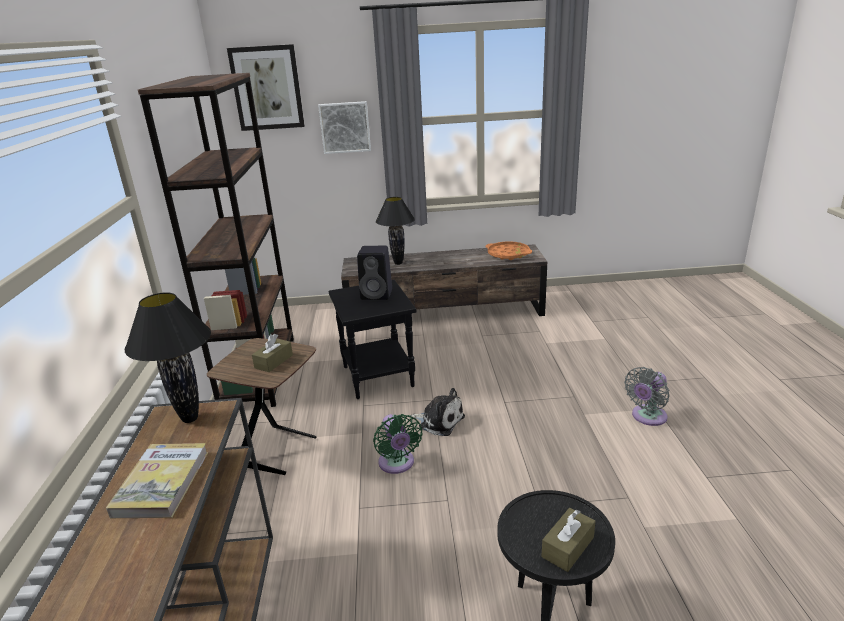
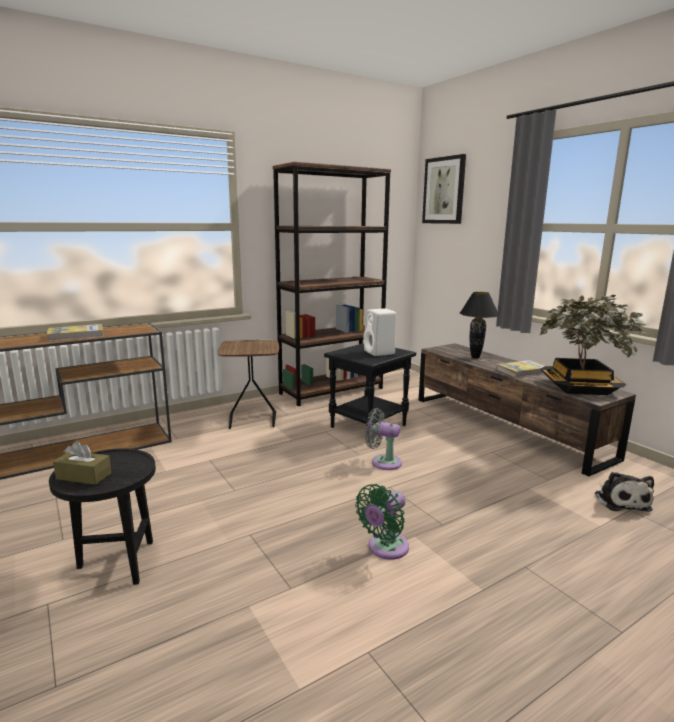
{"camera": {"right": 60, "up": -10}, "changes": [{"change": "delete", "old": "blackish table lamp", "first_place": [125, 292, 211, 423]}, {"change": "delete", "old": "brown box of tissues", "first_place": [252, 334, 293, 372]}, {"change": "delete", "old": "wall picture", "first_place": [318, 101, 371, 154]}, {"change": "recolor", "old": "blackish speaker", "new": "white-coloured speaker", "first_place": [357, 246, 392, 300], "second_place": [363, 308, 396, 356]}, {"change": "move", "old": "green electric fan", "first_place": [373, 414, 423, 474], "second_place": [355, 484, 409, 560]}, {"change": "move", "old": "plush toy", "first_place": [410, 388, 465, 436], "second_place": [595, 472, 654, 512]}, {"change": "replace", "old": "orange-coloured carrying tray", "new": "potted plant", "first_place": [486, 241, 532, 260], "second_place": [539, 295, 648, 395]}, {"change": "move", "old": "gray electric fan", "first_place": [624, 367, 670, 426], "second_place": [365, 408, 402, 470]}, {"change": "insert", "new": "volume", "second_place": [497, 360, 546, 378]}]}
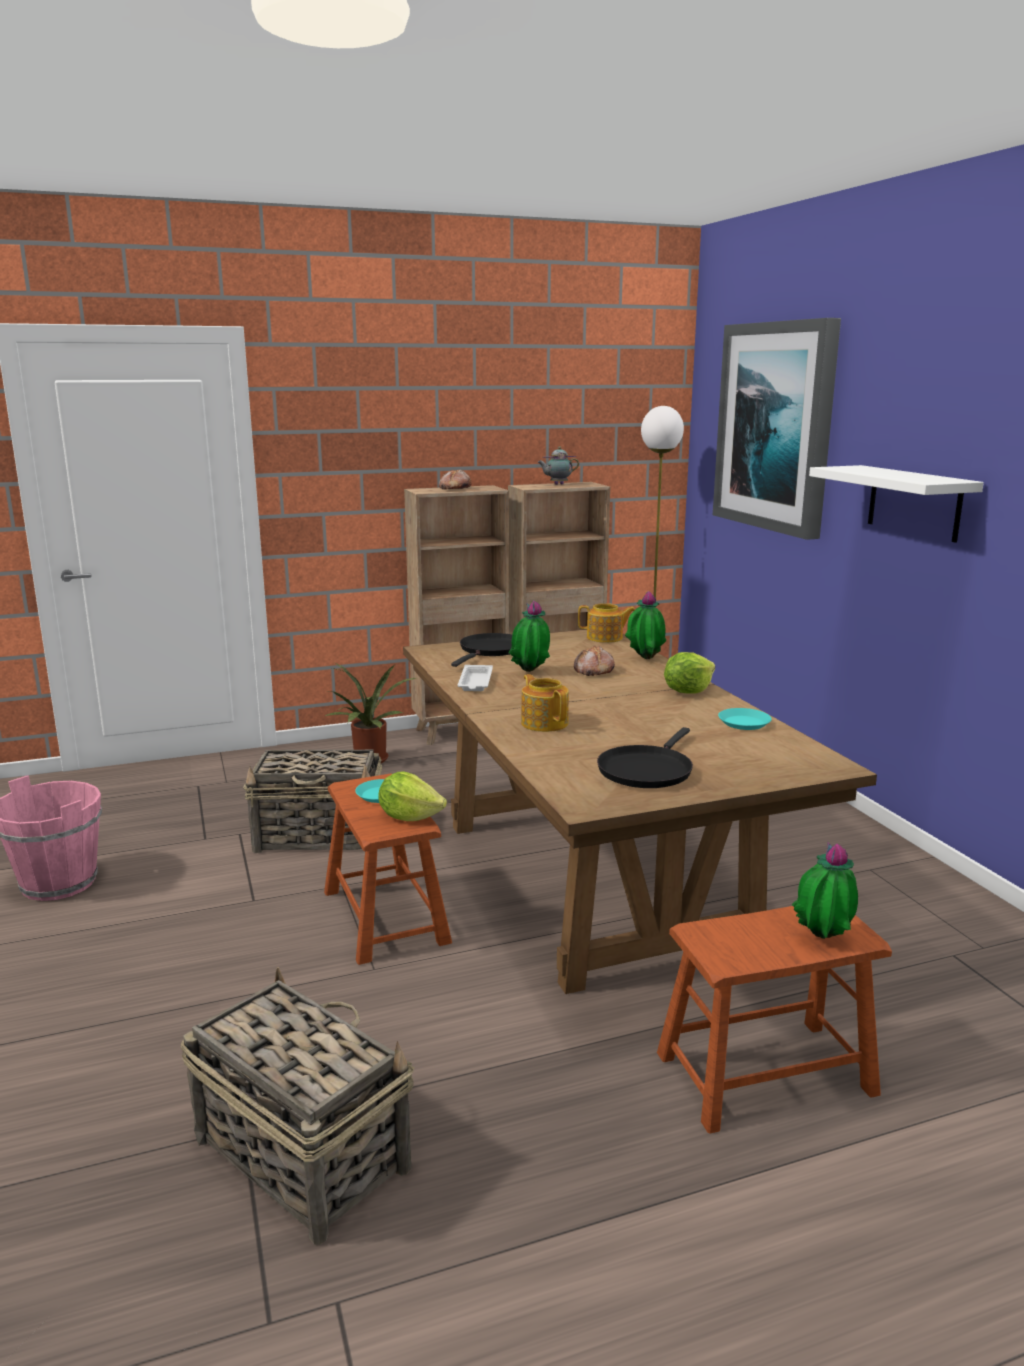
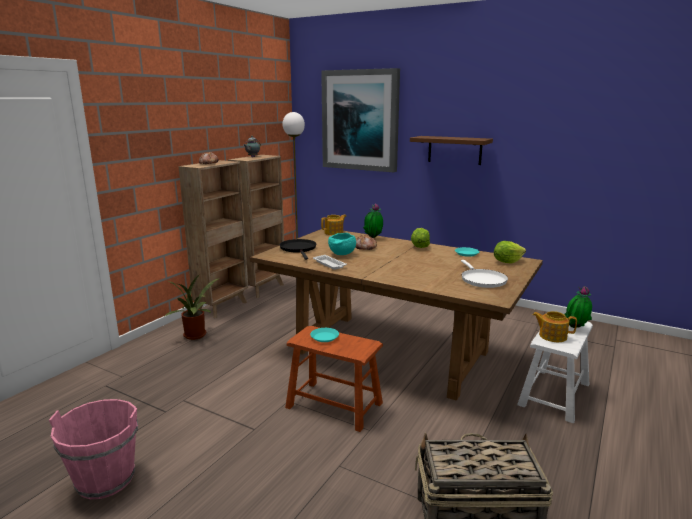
{"camera": {"right": -40, "up": 0}, "changes": [{"change": "delete", "old": "storage basket", "first_place": [243, 750, 382, 853]}, {"change": "move", "old": "lettuce", "first_place": [378, 771, 447, 821], "second_place": [494, 241, 526, 264]}, {"change": "replace", "old": "potted plant", "new": "turquoise bowl", "first_place": [508, 601, 550, 672], "second_place": [328, 233, 356, 255]}, {"change": "move", "old": "pot for tea", "first_place": [521, 674, 569, 732], "second_place": [532, 311, 577, 342]}, {"change": "recolor", "old": "blackish pan", "new": "white-coloured pan", "first_place": [597, 727, 693, 788], "second_place": [461, 260, 508, 288]}, {"change": "recolor", "old": "brown stool seat", "new": "white-coloured stool seat", "first_place": [657, 906, 892, 1134], "second_place": [517, 322, 593, 423]}, {"change": "recolor", "old": "white-coloured shelf", "new": "brown shelf", "first_place": [809, 465, 984, 543], "second_place": [410, 136, 493, 165]}]}
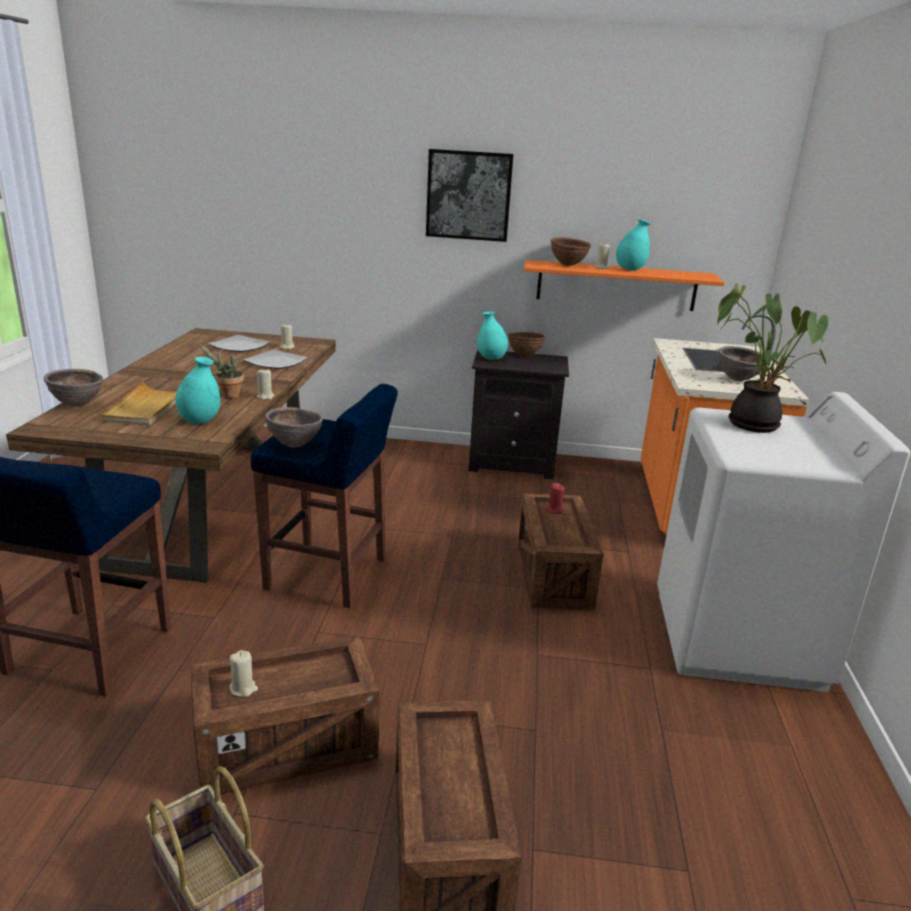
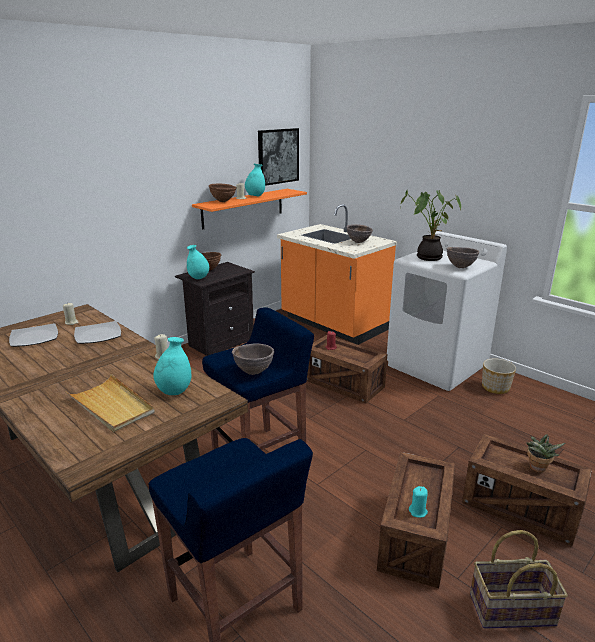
{"camera": {"right": -50, "up": 0}, "changes": [{"change": "move", "old": "brown bowl", "first_place": [44, 369, 103, 407], "second_place": [447, 247, 479, 268]}, {"change": "move", "old": "potted plant", "first_place": [199, 344, 244, 398], "second_place": [526, 434, 565, 473]}, {"change": "recolor", "old": "beige-coloured candle", "new": "turquoise candle", "first_place": [229, 650, 258, 697], "second_place": [409, 486, 428, 518]}, {"change": "move", "old": "wall picture", "first_place": [426, 149, 513, 242], "second_place": [258, 128, 299, 186]}, {"change": "insert", "new": "plant pot", "second_place": [482, 358, 516, 394]}]}
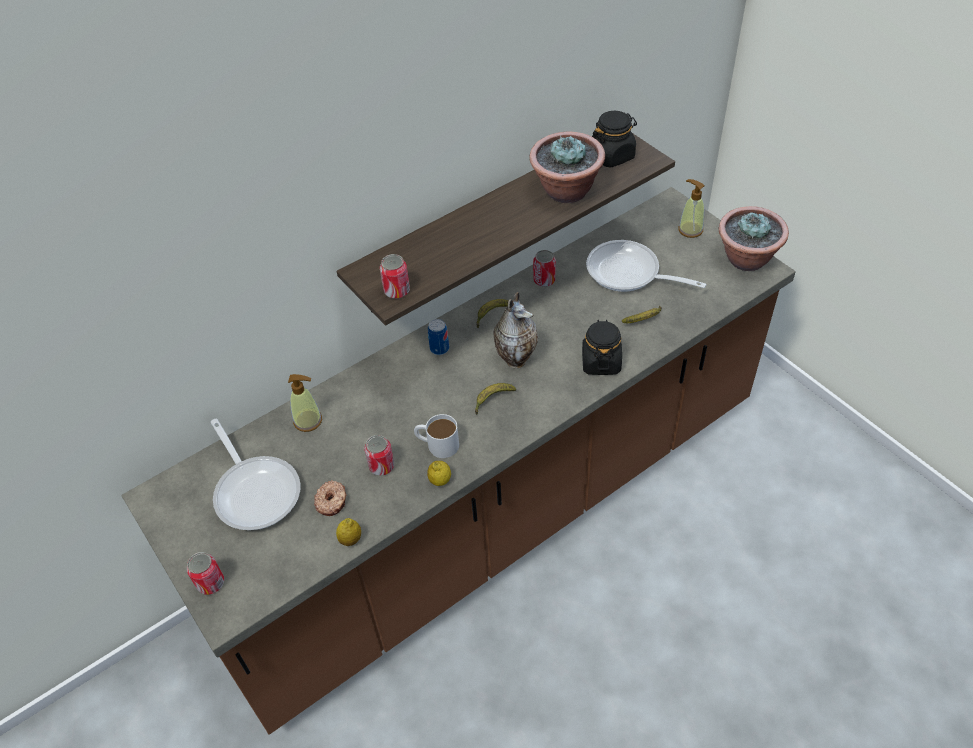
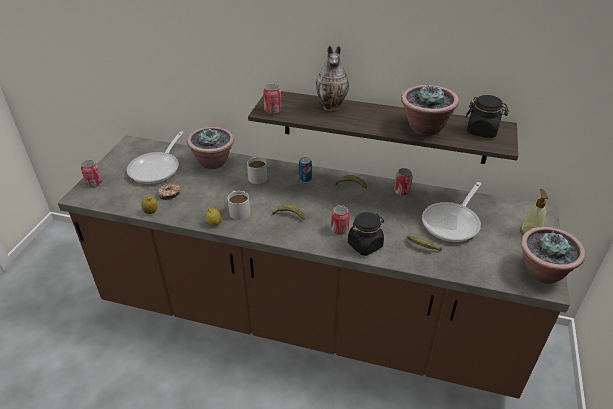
{"camera": {"right": 50, "up": -10}, "changes": [{"change": "replace", "old": "soap bottle", "new": "potted plant", "first_place": [288, 374, 322, 432], "second_place": [187, 127, 234, 169]}, {"change": "move", "old": "metal can", "first_place": [365, 435, 394, 476], "second_place": [331, 205, 350, 235]}, {"change": "move", "old": "decorative vase", "first_place": [494, 292, 538, 369], "second_place": [316, 45, 349, 111]}, {"change": "rotate", "old": "pan", "first_place": [586, 240, 707, 292], "second_place": [422, 182, 481, 242], "degrees": -135}, {"change": "insert", "new": "white-coloured mug", "second_place": [247, 157, 267, 184]}]}
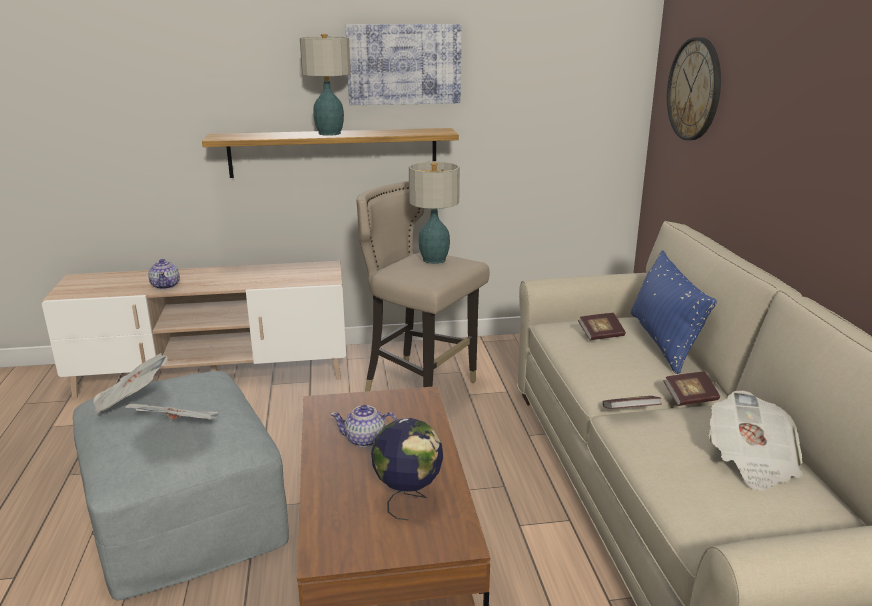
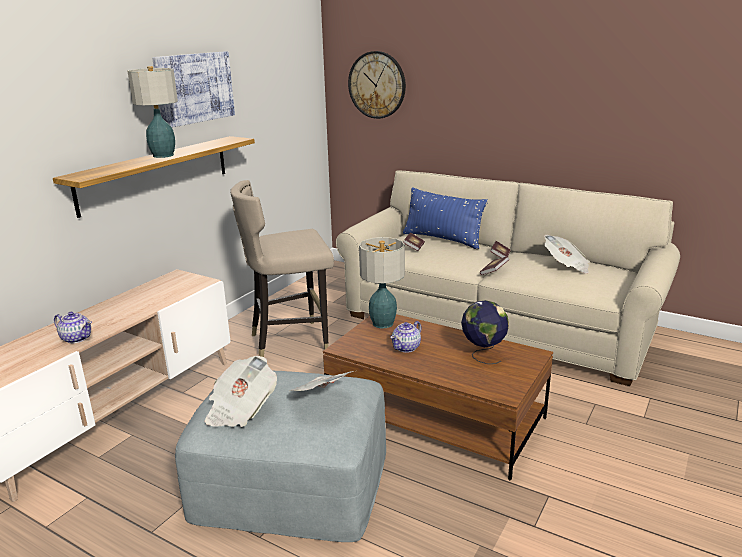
{"camera": {"right": -50, "up": 0}, "changes": [{"change": "move", "old": "table lamp", "first_place": [409, 161, 460, 264], "second_place": [359, 237, 405, 329]}]}
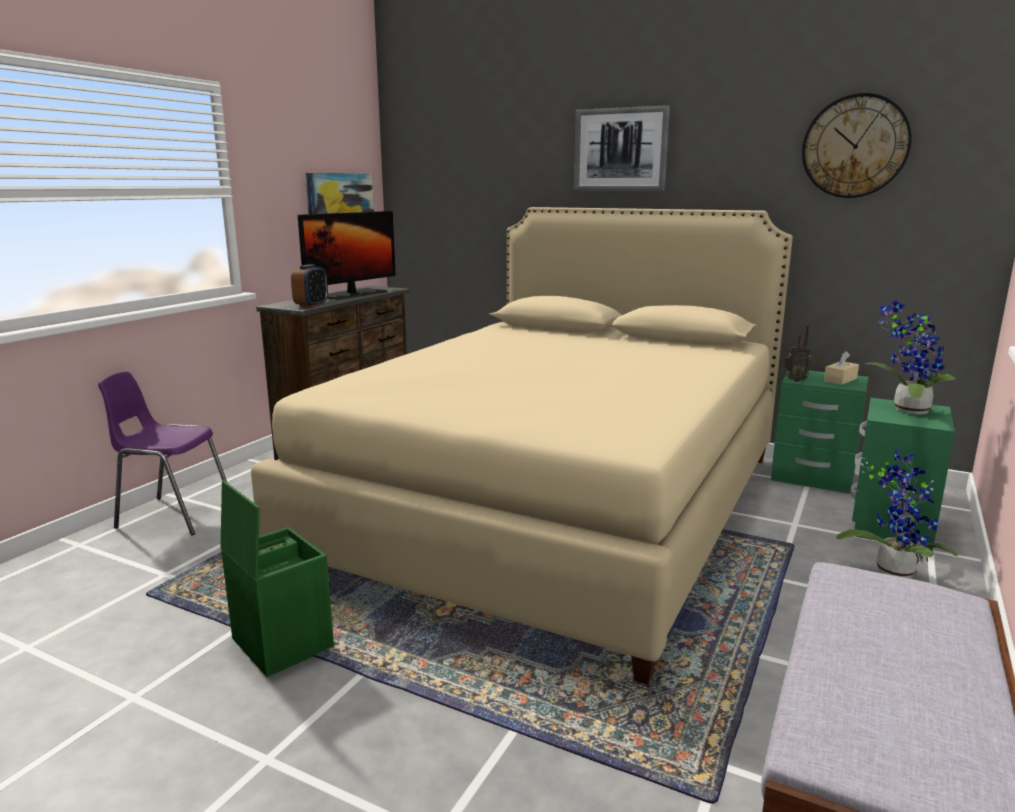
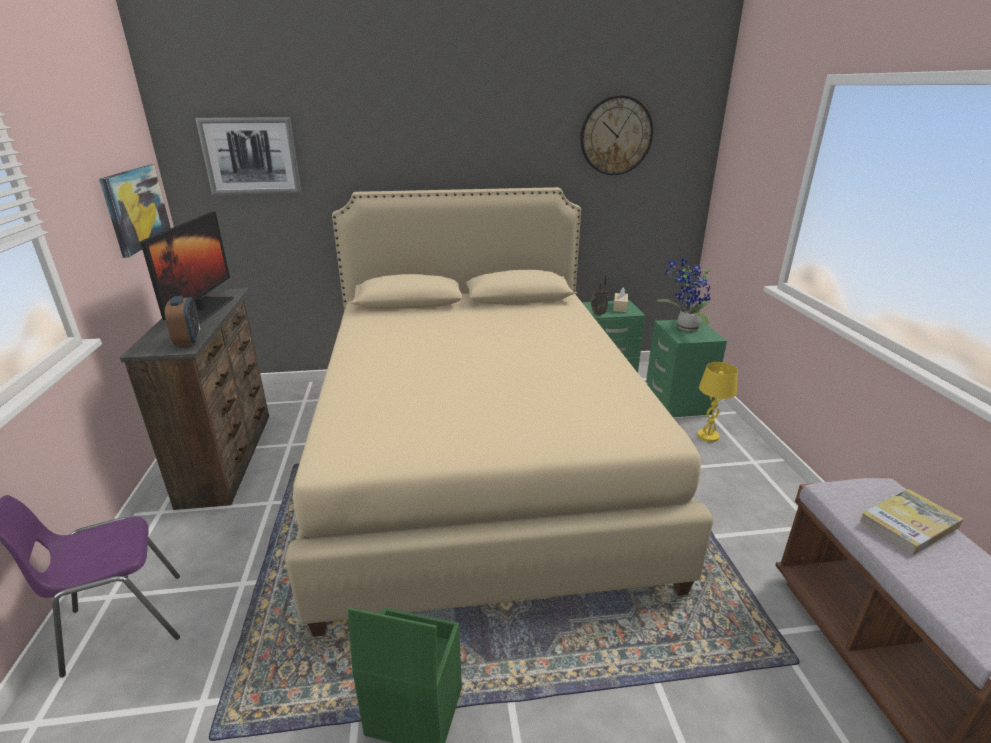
{"camera": {"right": -35, "up": 10}, "changes": [{"change": "move", "old": "wall picture", "first_place": [574, 105, 670, 191], "second_place": [195, 117, 301, 195]}, {"change": "replace", "old": "potted plant", "new": "yellow table lamp", "first_place": [836, 448, 958, 578], "second_place": [697, 362, 738, 442]}, {"change": "insert", "new": "volume", "second_place": [859, 489, 963, 555]}]}
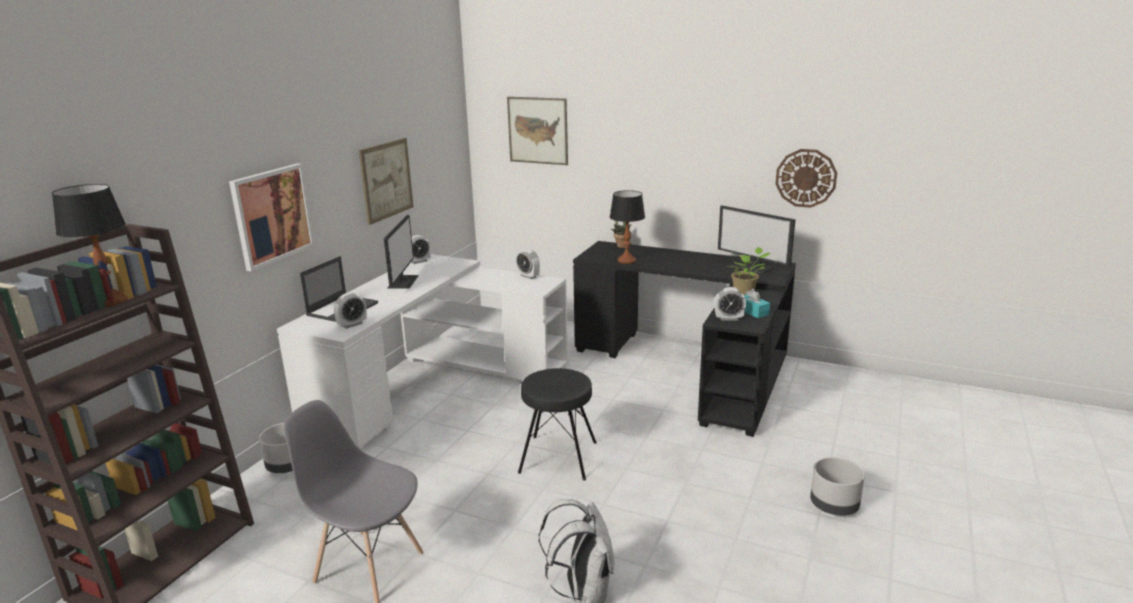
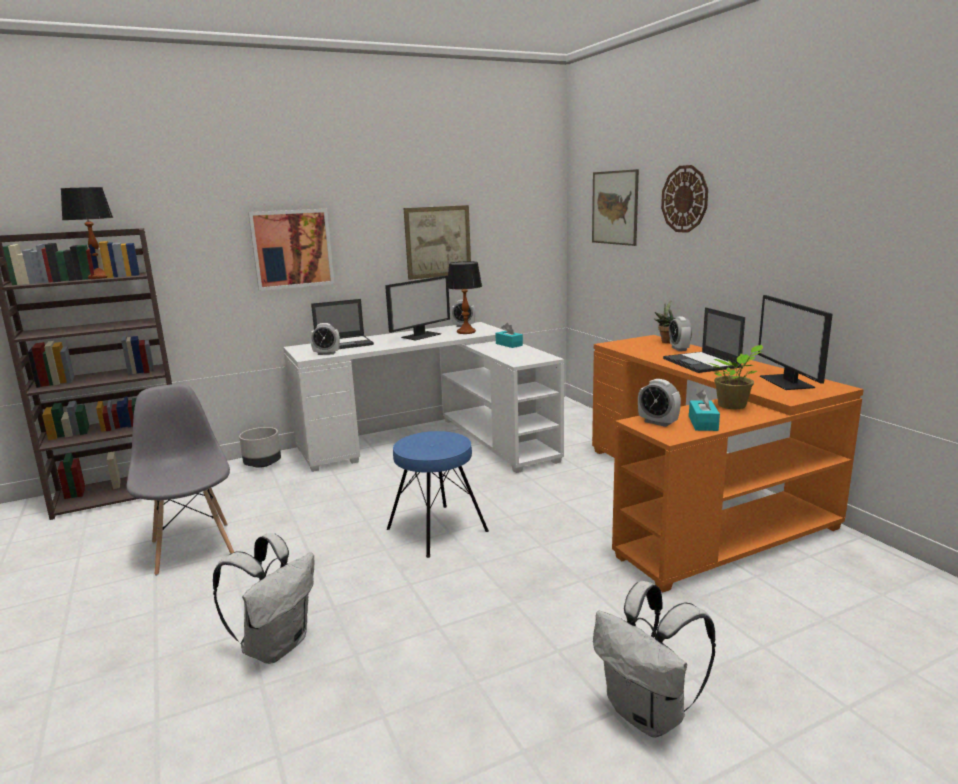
{"camera": {"right": 40, "up": -5}, "changes": [{"change": "move", "old": "table clock", "first_place": [516, 249, 540, 279], "second_place": [669, 316, 692, 351]}, {"change": "recolor", "old": "blackish stool seat", "new": "blue stool seat", "first_place": [518, 368, 597, 480], "second_place": [387, 431, 489, 558]}, {"change": "recolor", "old": "blackish desk table", "new": "orange-coloured desk table", "first_place": [573, 241, 796, 437], "second_place": [592, 335, 864, 592]}, {"change": "move", "old": "table lamp", "first_place": [610, 190, 645, 264], "second_place": [447, 261, 482, 334]}, {"change": "move", "old": "clock on the wall", "first_place": [776, 149, 837, 208], "second_place": [661, 165, 708, 233]}, {"change": "replace", "old": "gray plant pot", "new": "white-coloured rucksack", "first_place": [810, 457, 865, 516], "second_place": [593, 581, 716, 738]}, {"change": "insert", "new": "turquoise box of tissues", "second_place": [495, 323, 523, 348]}, {"change": "insert", "new": "portable computer", "second_place": [663, 307, 745, 373]}]}
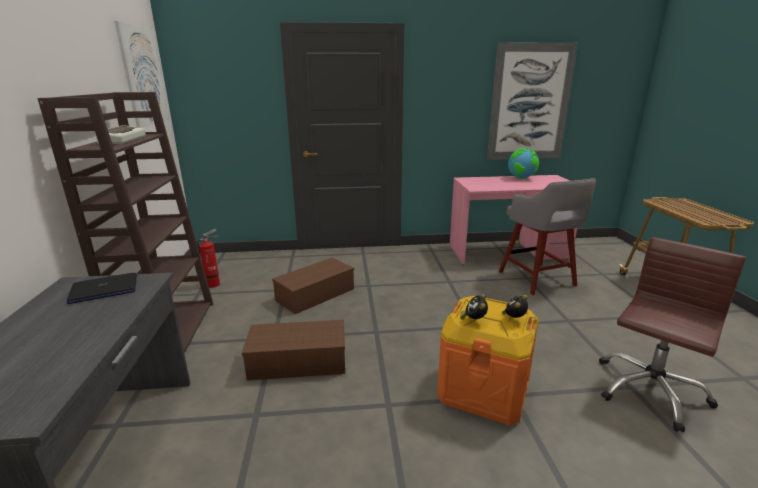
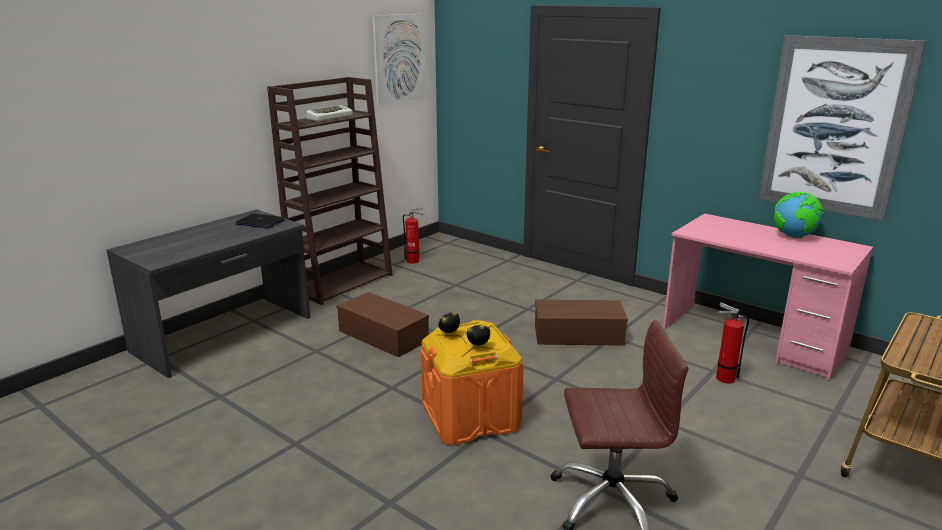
{"camera": {"right": 45, "up": 0}, "changes": [{"change": "move", "old": "brown storage container", "first_place": [272, 258, 354, 314], "second_place": [535, 300, 628, 346]}, {"change": "replace", "old": "gray stool seat", "new": "fire-fighting cylinder", "first_place": [499, 178, 596, 295], "second_place": [716, 302, 749, 383]}]}
